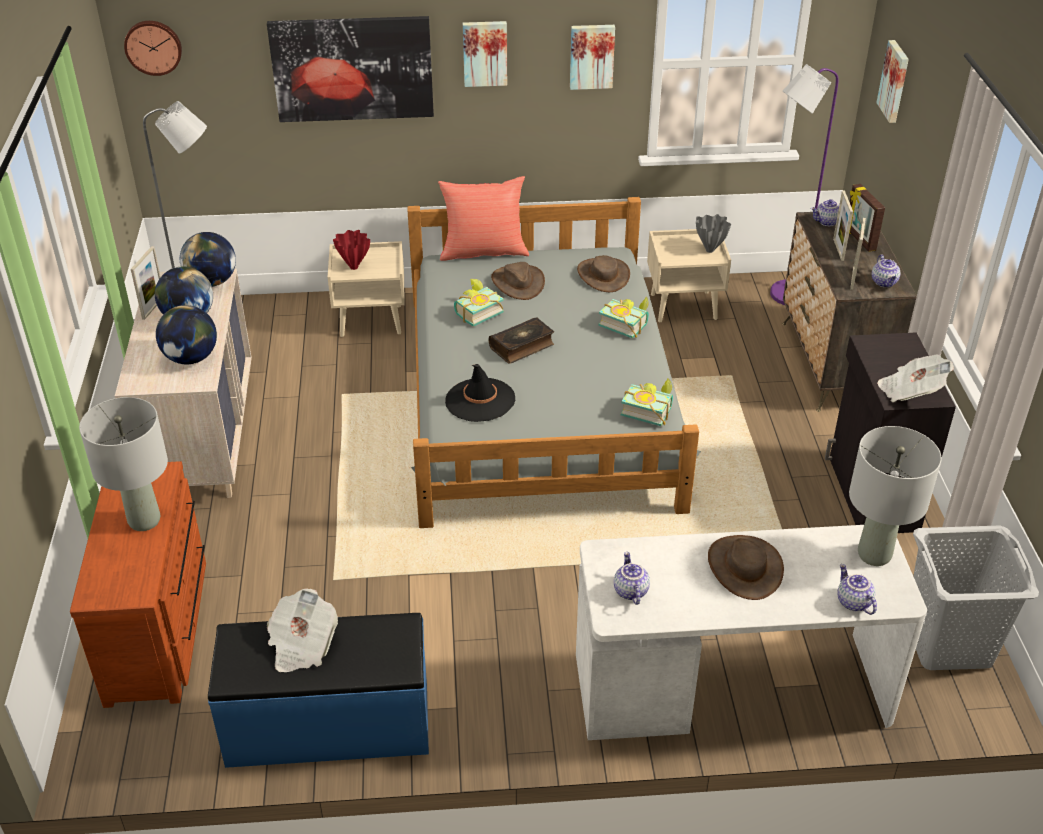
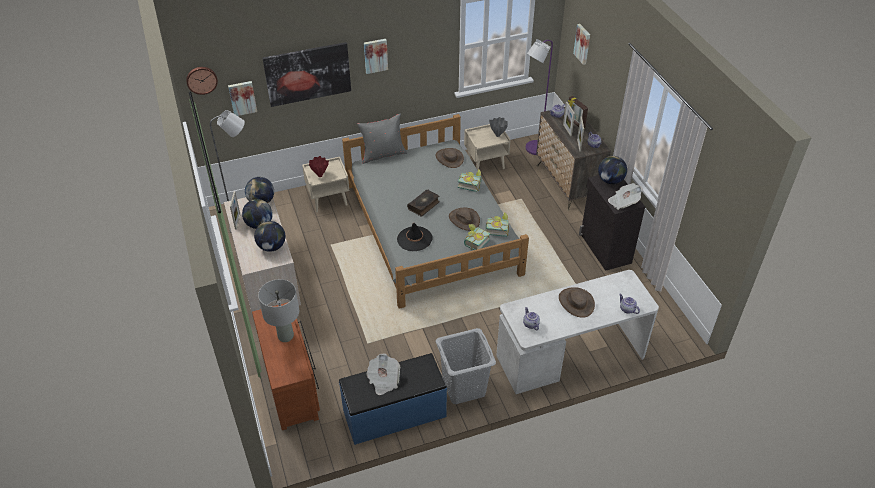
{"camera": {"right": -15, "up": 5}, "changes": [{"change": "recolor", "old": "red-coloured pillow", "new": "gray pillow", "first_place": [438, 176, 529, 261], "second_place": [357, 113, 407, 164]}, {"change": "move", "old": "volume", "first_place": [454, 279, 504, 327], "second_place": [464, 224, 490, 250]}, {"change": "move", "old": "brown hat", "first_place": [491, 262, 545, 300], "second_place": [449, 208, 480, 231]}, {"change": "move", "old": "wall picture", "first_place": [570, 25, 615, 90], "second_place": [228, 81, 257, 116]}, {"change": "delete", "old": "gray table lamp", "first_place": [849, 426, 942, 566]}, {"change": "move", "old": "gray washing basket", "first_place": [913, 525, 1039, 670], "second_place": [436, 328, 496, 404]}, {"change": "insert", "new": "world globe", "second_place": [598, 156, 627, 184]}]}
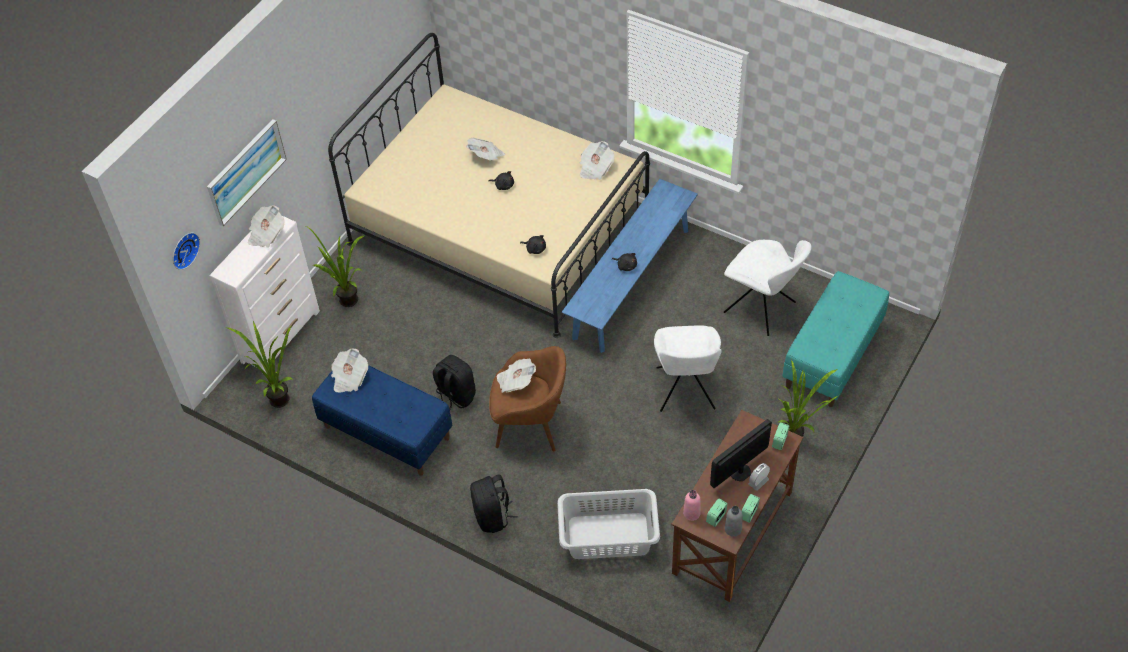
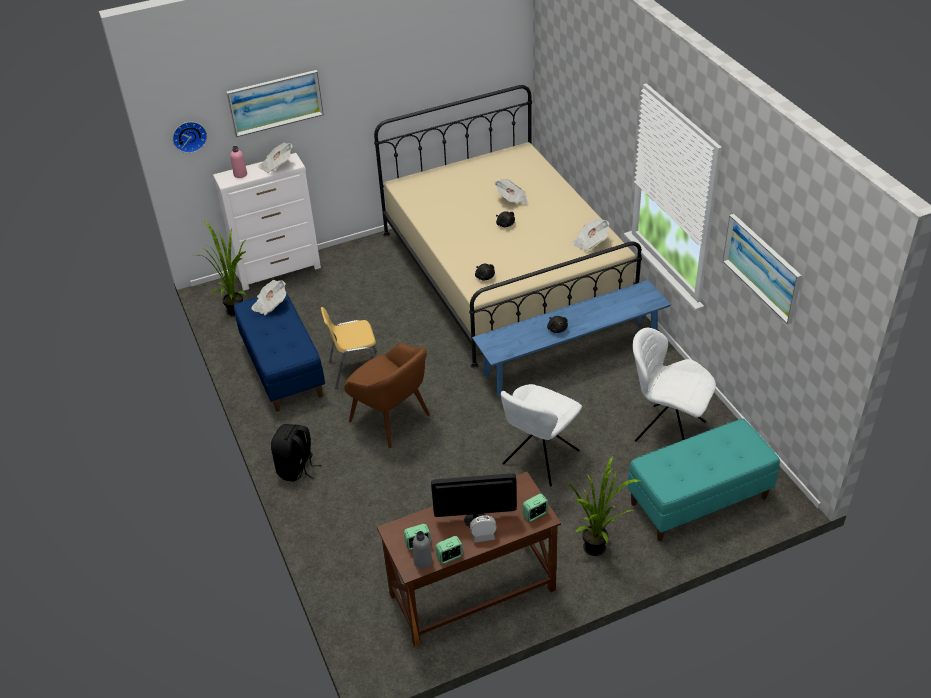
{"camera": {"right": 35, "up": -10}, "changes": [{"change": "delete", "old": "potted plant", "first_place": [306, 226, 365, 307]}, {"change": "replace", "old": "blackish rucksack", "new": "yellow upright chair", "first_place": [433, 355, 476, 410], "second_place": [321, 307, 377, 389]}, {"change": "delete", "old": "daily paper", "first_place": [497, 358, 536, 393]}, {"change": "delete", "old": "gray washing basket", "first_place": [557, 489, 660, 559]}, {"change": "move", "old": "pinkish bottle", "first_place": [683, 490, 701, 521], "second_place": [230, 146, 247, 178]}, {"change": "rotate", "old": "white-coloured upright chair", "first_place": [724, 240, 811, 336], "second_place": [633, 328, 716, 442], "degrees": 135}, {"change": "insert", "new": "wall picture", "second_place": [723, 214, 802, 324]}]}
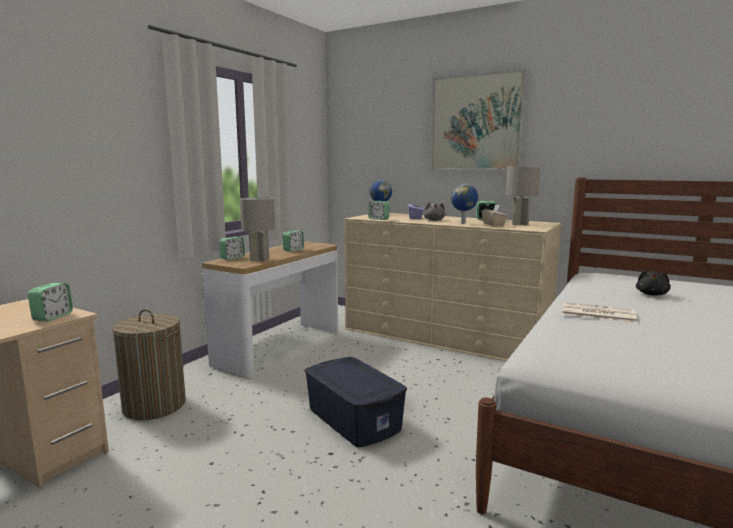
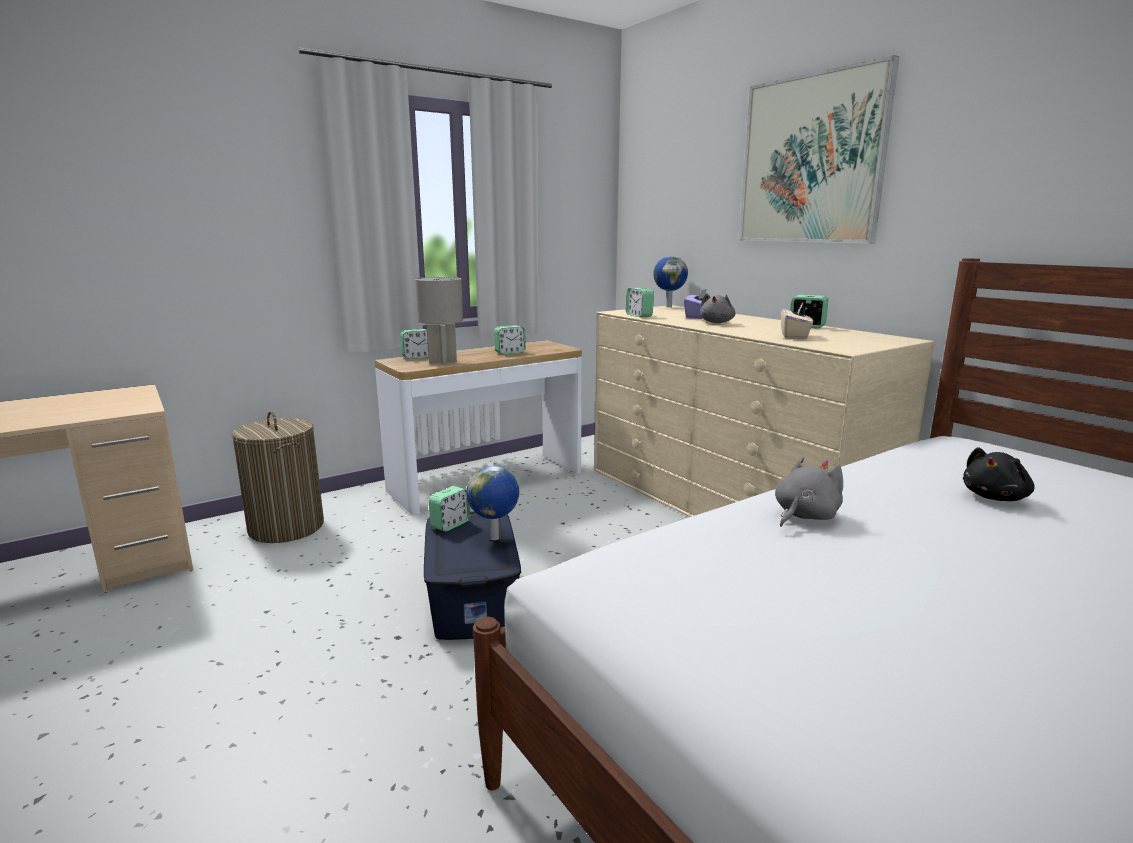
{"camera": {"right": 25, "up": 5}, "changes": [{"change": "move", "old": "table clock", "first_place": [28, 283, 73, 321], "second_place": [428, 486, 470, 532]}, {"change": "move", "old": "world globe", "first_place": [451, 184, 478, 224], "second_place": [466, 466, 519, 540]}, {"change": "delete", "old": "gray table lamp", "first_place": [506, 166, 540, 225]}, {"change": "replace", "old": "daily paper", "new": "gray plush toy", "first_place": [562, 302, 637, 323], "second_place": [775, 456, 843, 527]}]}
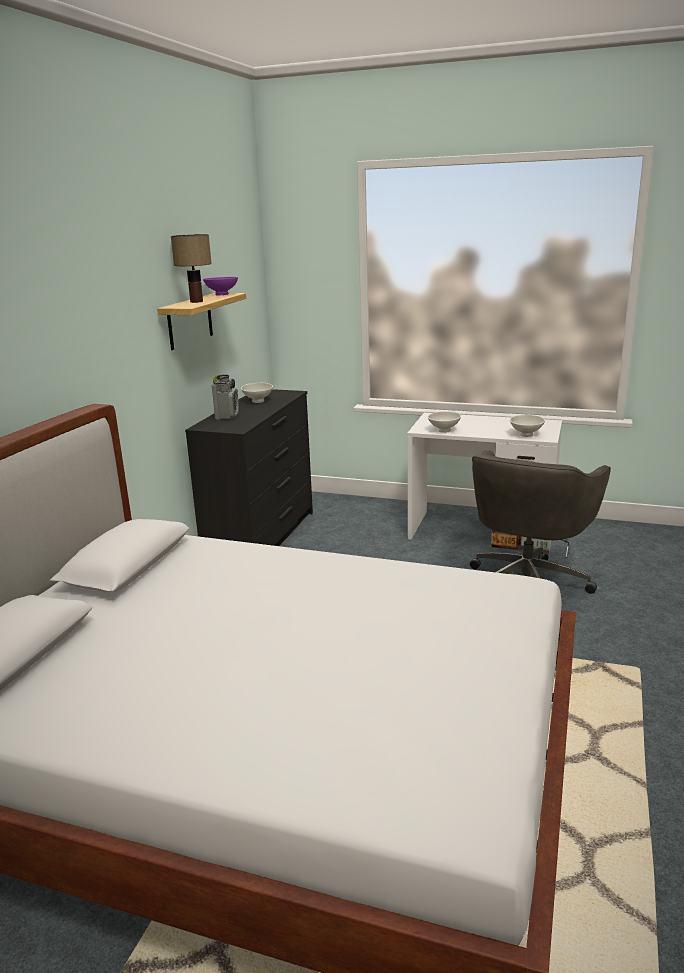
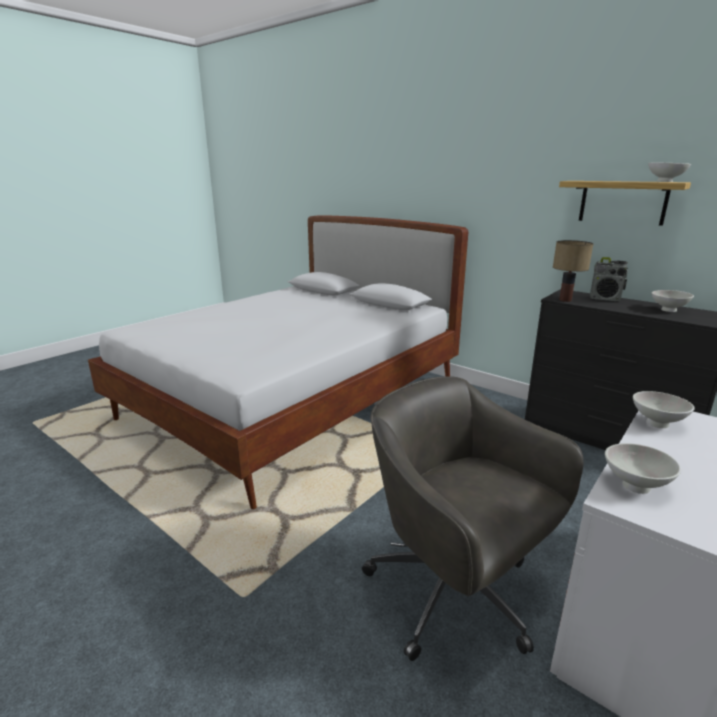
{"camera": {"right": 110, "up": 0}, "changes": [{"change": "move", "old": "table lamp", "first_place": [171, 234, 212, 303], "second_place": [553, 240, 593, 302]}, {"change": "recolor", "old": "purple-coloured bowl", "new": "white-coloured bowl", "first_place": [203, 277, 238, 296], "second_place": [648, 163, 691, 182]}]}
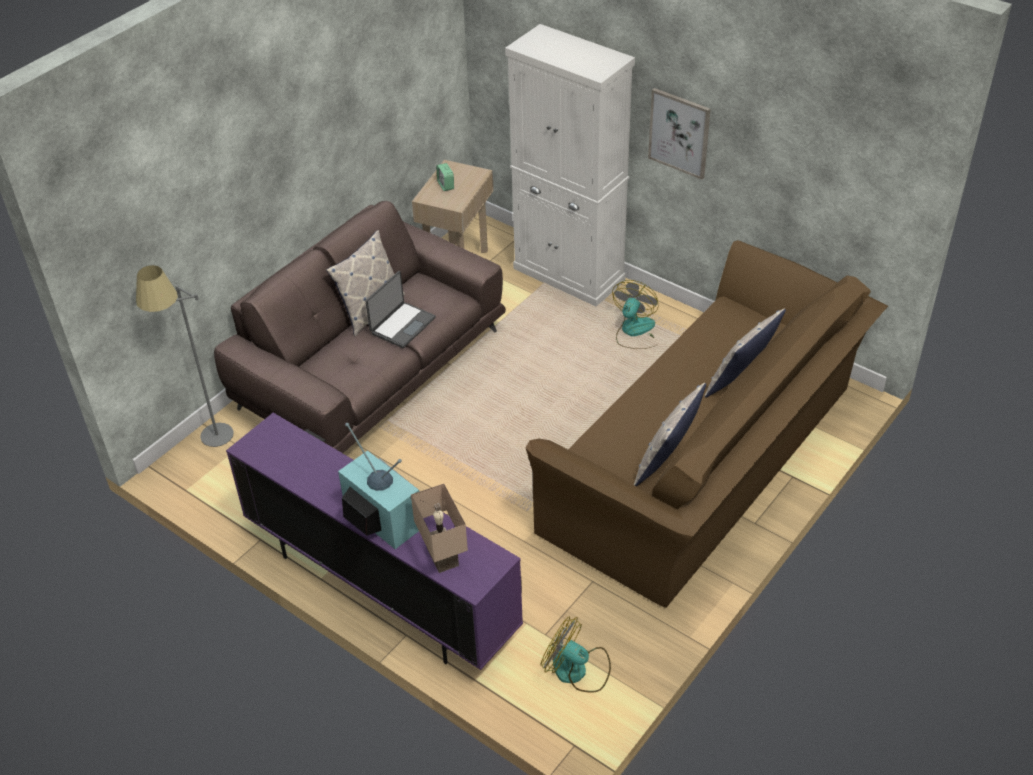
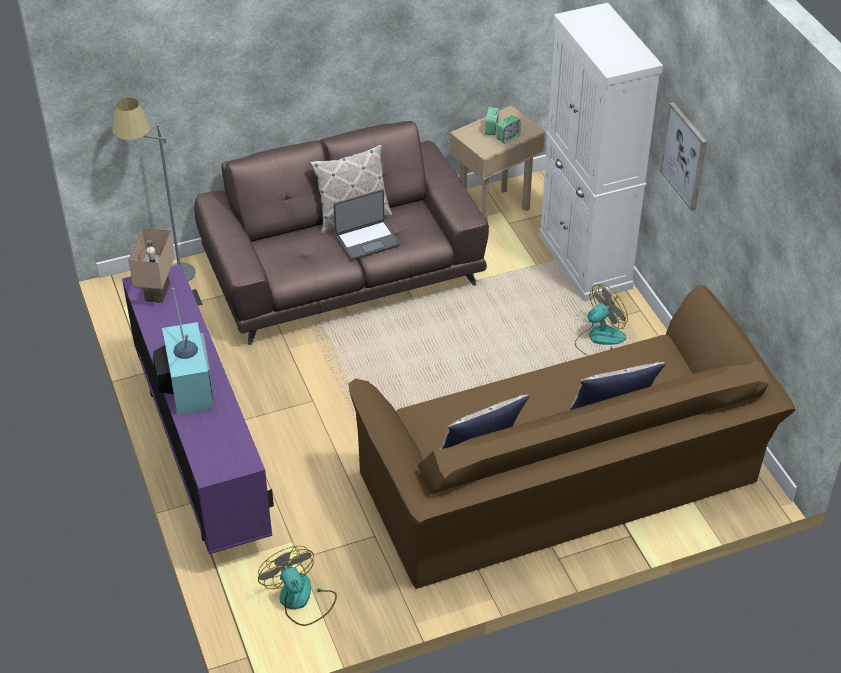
{"camera": {"right": 30, "up": 0}, "changes": [{"change": "move", "old": "beige-coloured table lamp", "first_place": [411, 484, 468, 573], "second_place": [128, 228, 175, 303]}, {"change": "insert", "new": "table clock", "second_place": [497, 115, 520, 144]}]}
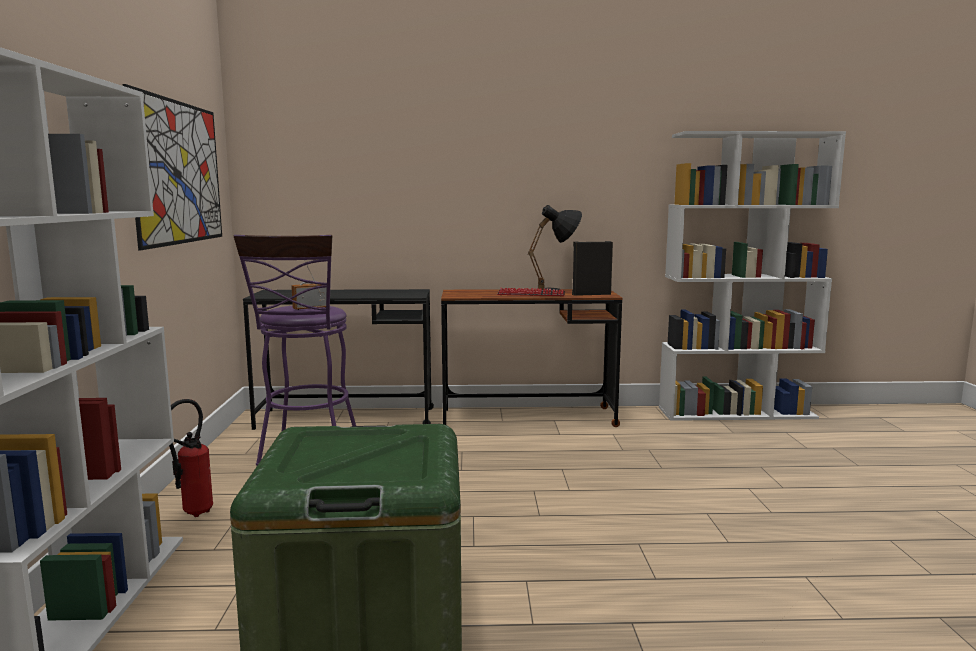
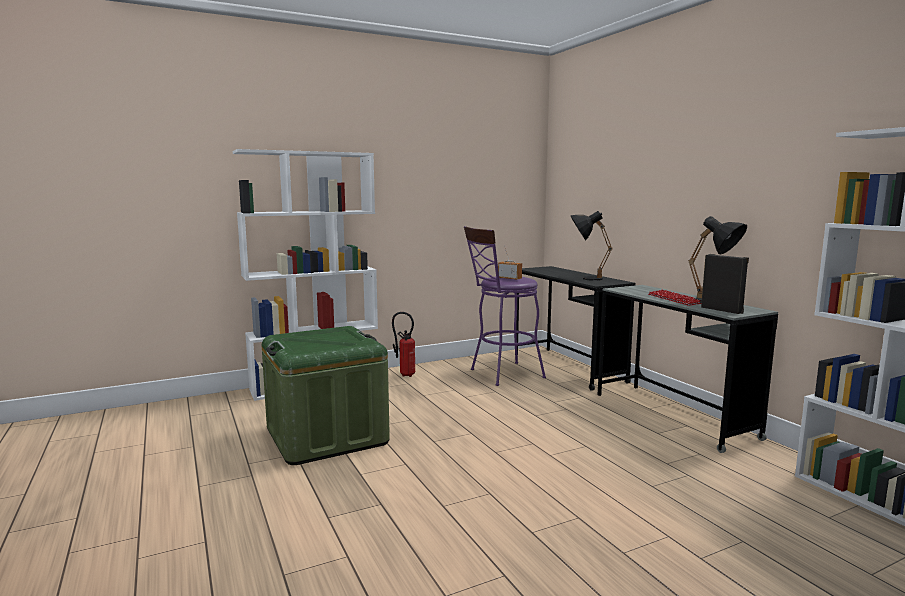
{"camera": {"right": 65, "up": 0}, "changes": [{"change": "delete", "old": "wall picture", "first_place": [123, 84, 222, 250]}, {"change": "recolor", "old": "brown desk table", "new": "gray desk table", "first_place": [441, 289, 623, 427], "second_place": [598, 285, 778, 453]}, {"change": "insert", "new": "blackish table lamp", "second_place": [571, 211, 613, 281]}]}
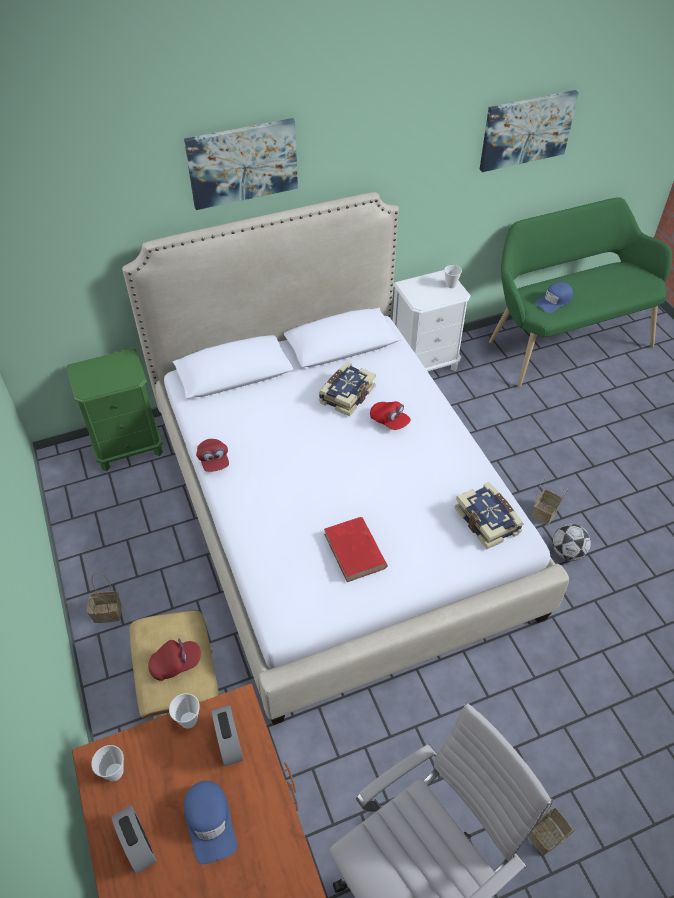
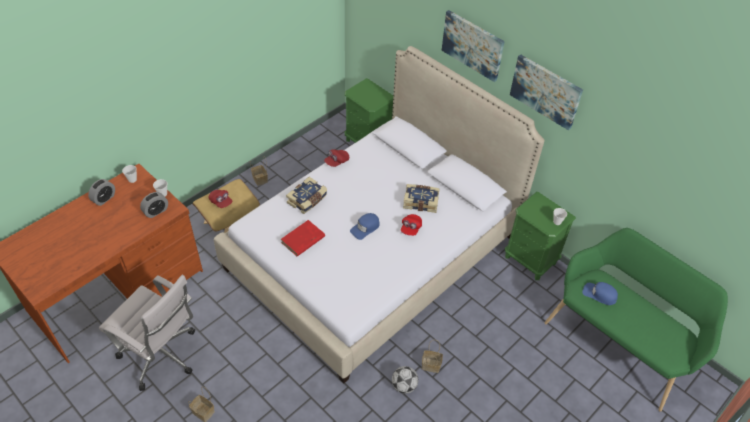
{"camera": {"right": 65, "up": 0}, "changes": [{"change": "move", "old": "blue peaked cap", "first_place": [184, 781, 237, 864], "second_place": [350, 213, 379, 240]}, {"change": "recolor", "old": "white-coloured night table", "new": "green night table", "first_place": [393, 270, 471, 372], "second_place": [505, 192, 576, 280]}, {"change": "move", "old": "volume", "first_place": [455, 482, 524, 549], "second_place": [286, 177, 327, 214]}, {"change": "move", "old": "wall picture", "first_place": [479, 90, 579, 172], "second_place": [510, 55, 583, 130]}]}
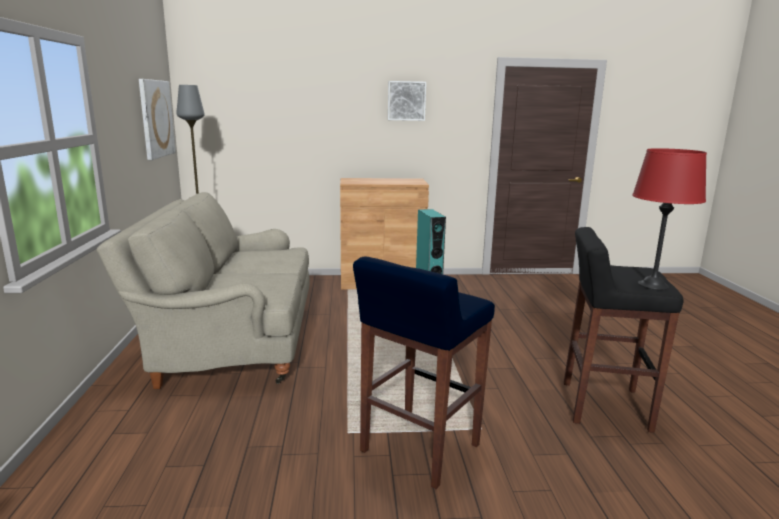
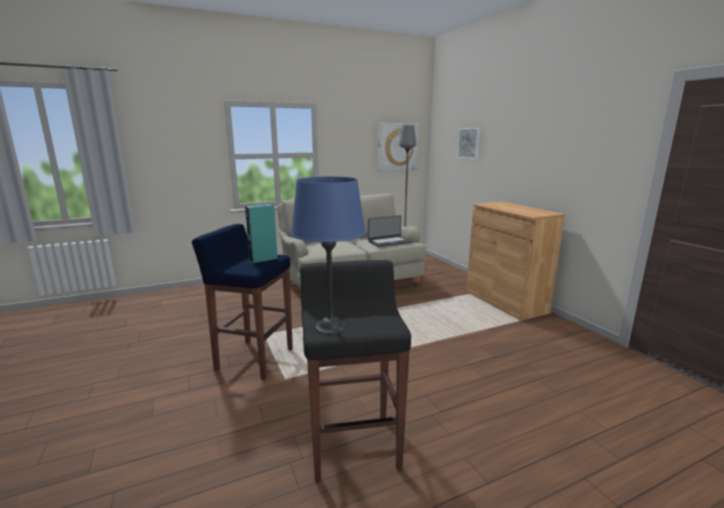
{"camera": {"right": 70, "up": 0}, "changes": [{"change": "move", "old": "wall picture", "first_place": [388, 81, 426, 121], "second_place": [457, 128, 481, 159]}, {"change": "recolor", "old": "red-coloured table lamp", "new": "blue table lamp", "first_place": [632, 148, 707, 290], "second_place": [291, 176, 366, 334]}, {"change": "insert", "new": "portable computer", "second_place": [368, 215, 412, 247]}]}
